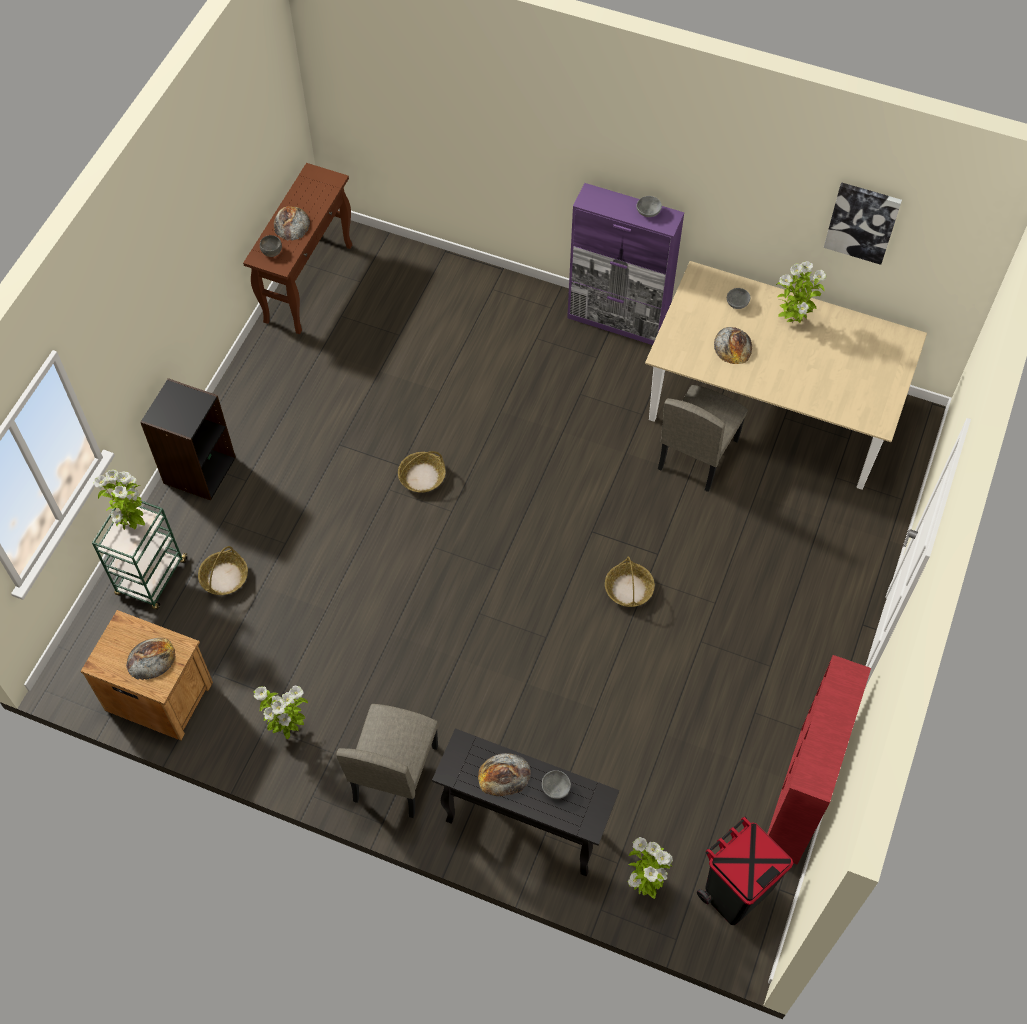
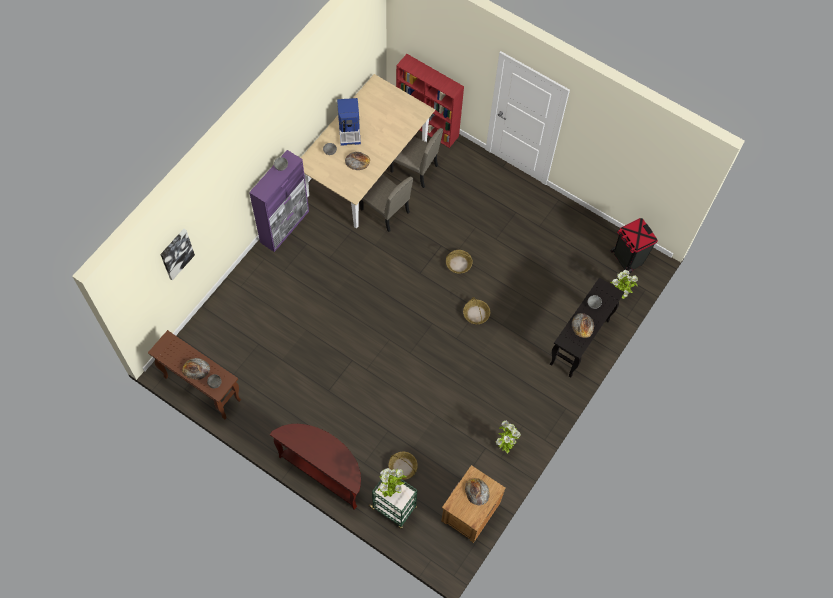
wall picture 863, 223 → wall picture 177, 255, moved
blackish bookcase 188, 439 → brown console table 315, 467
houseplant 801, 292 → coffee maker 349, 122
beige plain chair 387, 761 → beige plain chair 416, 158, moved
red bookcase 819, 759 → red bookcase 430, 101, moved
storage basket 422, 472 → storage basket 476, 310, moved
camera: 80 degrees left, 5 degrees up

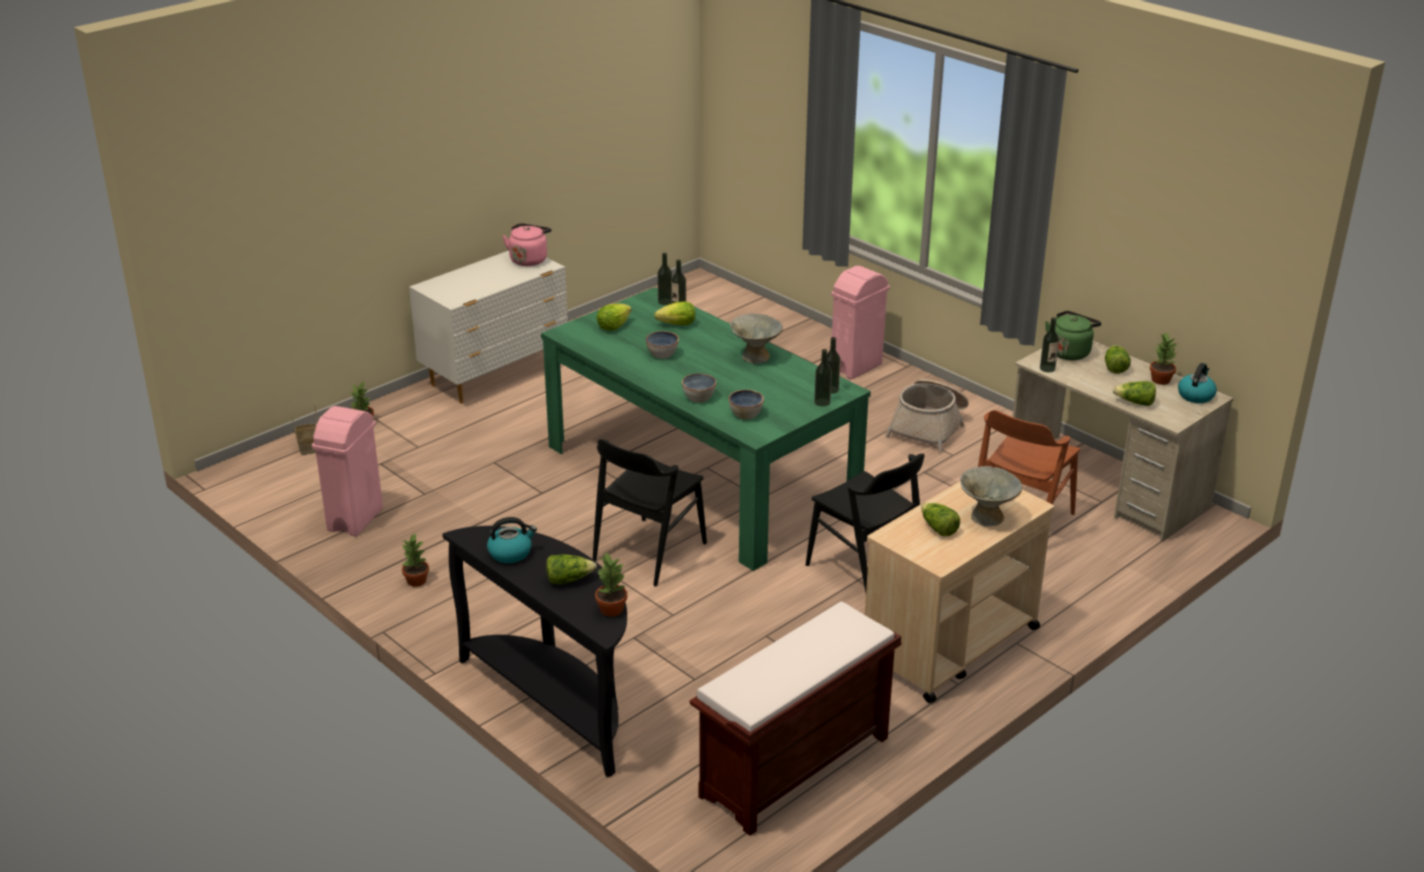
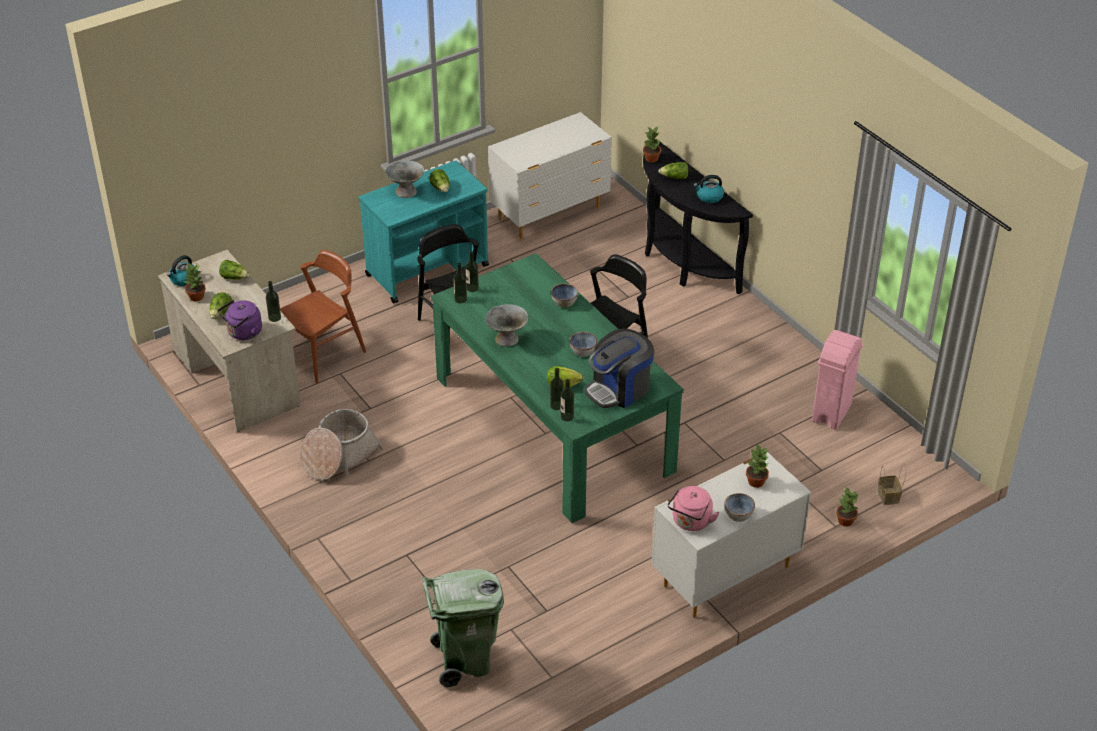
green water kettle 1073, 335 → purple-coloured water kettle 240, 320
beige trolley 959, 592 → turquoise-coloured trolley 424, 232
- → green rubbish bin 463, 628
brown long seat 795, 718 → white-coloured dresser 550, 175
lettuce head 614, 317 → coffee maker 619, 368
bowl 746, 404 → bowl 739, 507, moved
houseplant 415, 560 → houseplant 757, 466, moved
pinkish rubbish bin 860, 322 → -
camera: 170 degrees left, 10 degrees up

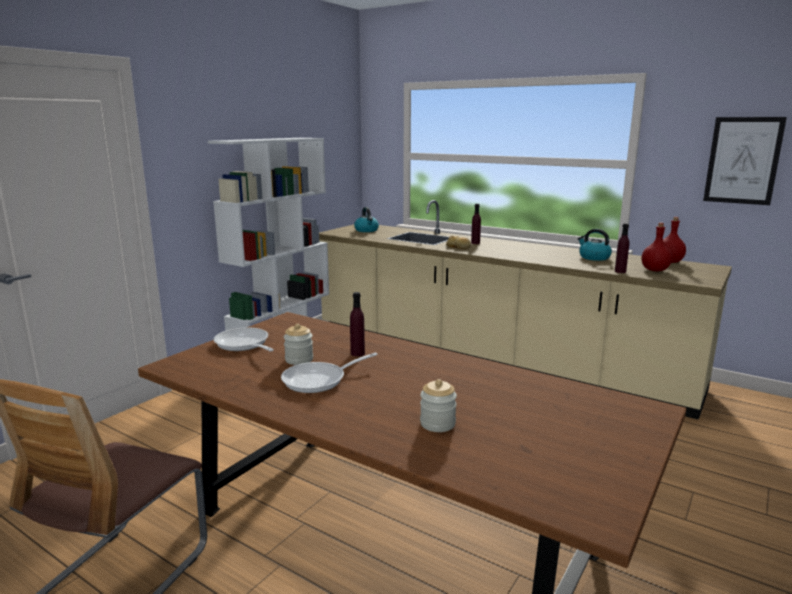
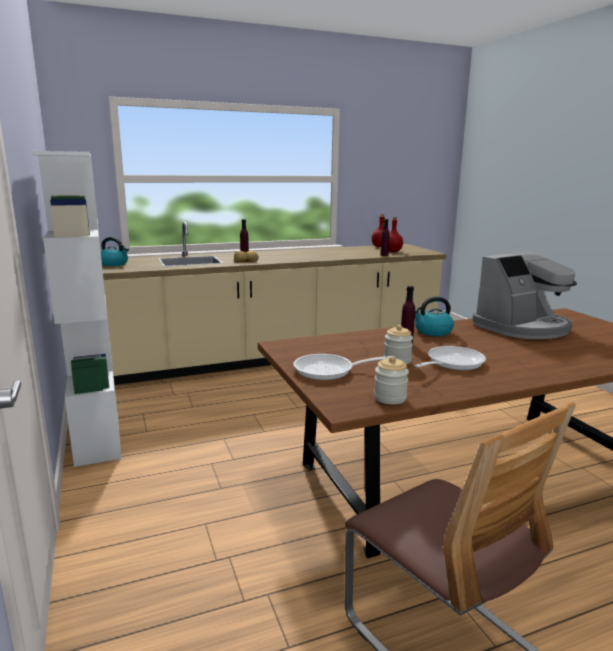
jar 438, 405 → jar 391, 380, moved
water kettle 595, 245 → water kettle 434, 316, moved
skillet 329, 373 → skillet 450, 358, 135 degrees counterclockwise
- → coffee maker 524, 295
wall picture 745, 161 → -
camera: 55 degrees left, 0 degrees up

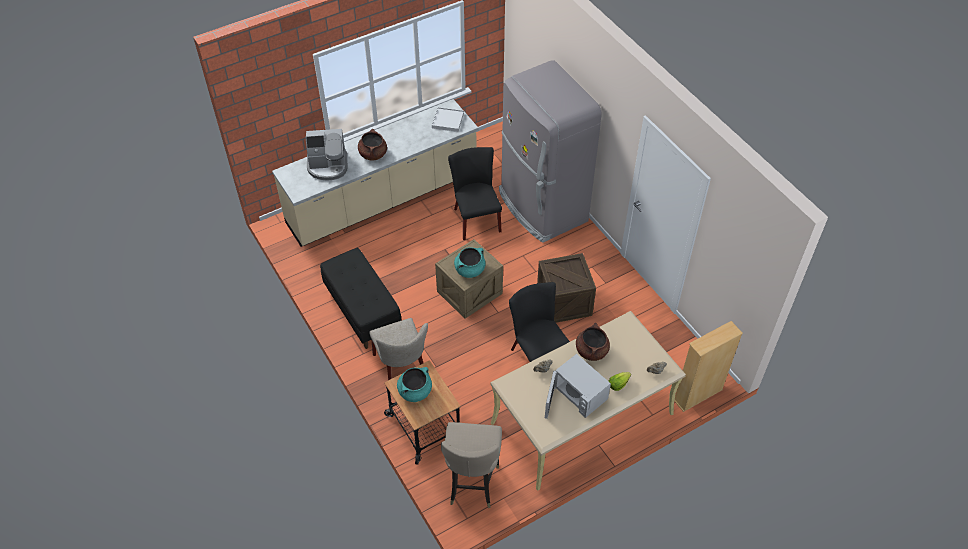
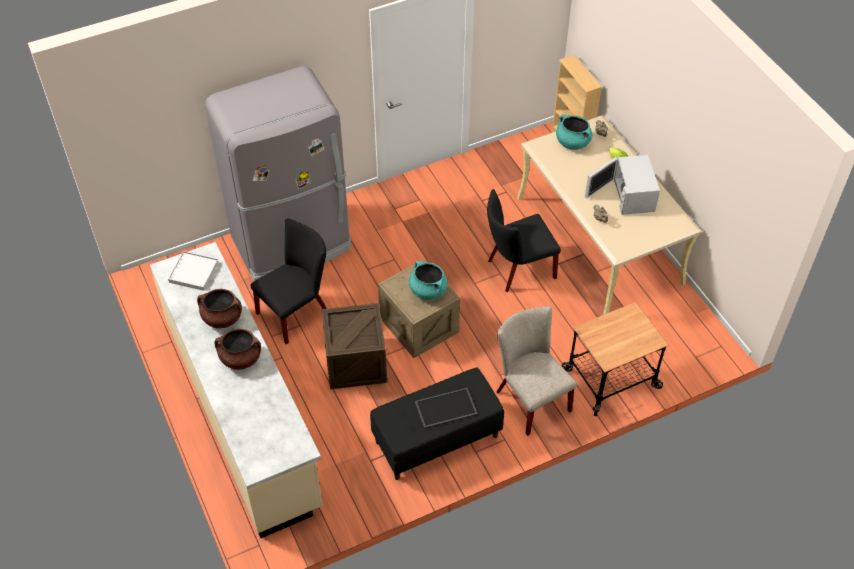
brown stockpot 593, 342 → brown stockpot 219, 308, moved
blackish plain chair 475, 193 → blackish plain chair 288, 281, 150 degrees clockwise
packing crate 566, 288 → packing crate 354, 346, moved
- → tray 446, 408
beige plain chair 398, 349 → beige plain chair 536, 371, 105 degrees counterclockwise
turquoise-coloured stockpot 414, 384 → turquoise-coloured stockpot 574, 132, moved
white-coloured microwave oven 578, 386 → white-coloured microwave oven 622, 185, 120 degrees clockwise
coffee maker 326, 155 → -
beige stool seat 471, 465 → -
camera: 85 degrees left, 0 degrees up

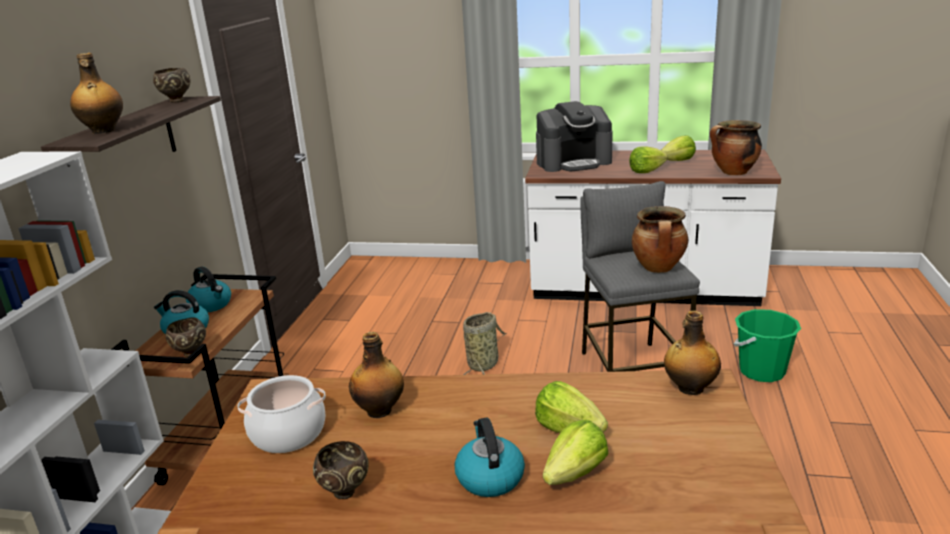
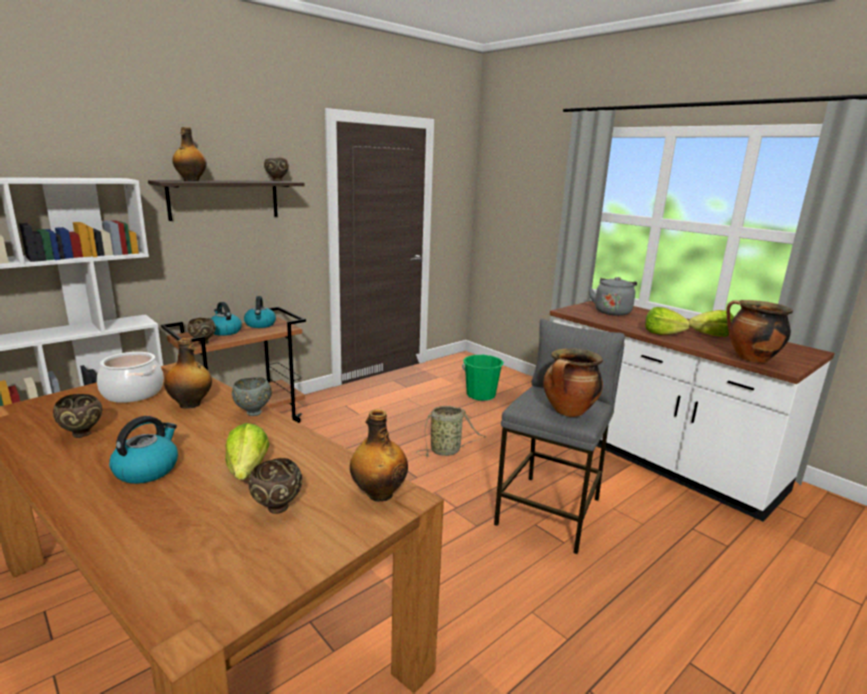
- → gray bowl 252, 396
- → brown bowl 275, 486
green bucket 767, 345 → green bucket 483, 378, moved
coffee maker 574, 136 → gray water kettle 613, 296
lettuce head 576, 452 → -
camera: 35 degrees right, 5 degrees down

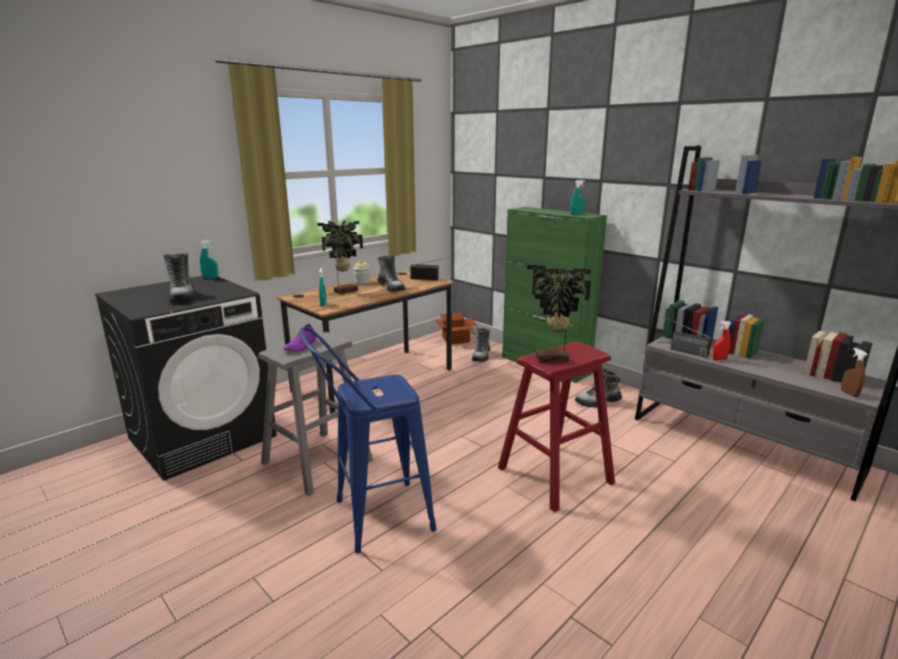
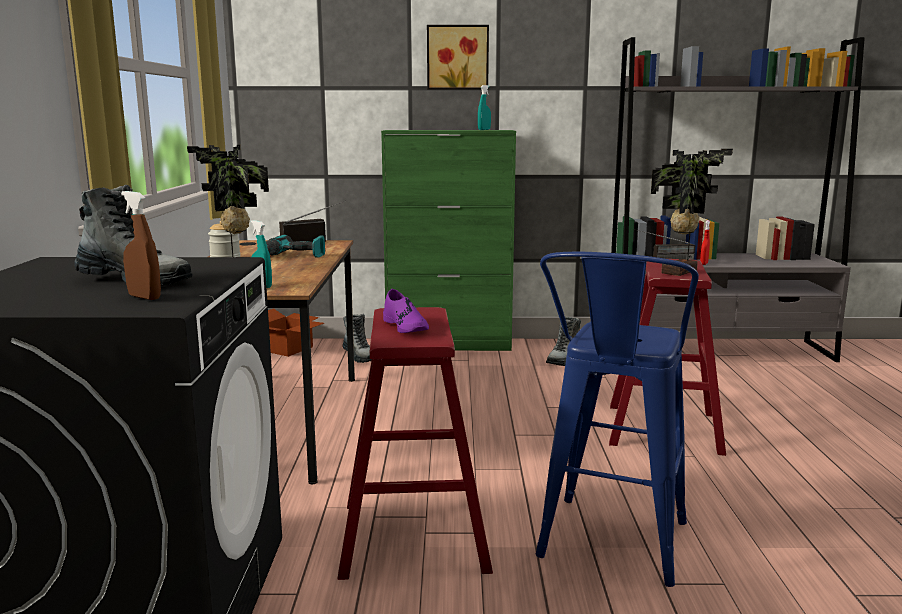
brown sprayer 854, 372 → brown sprayer 141, 245, moved
boot 391, 273 → electric drill 295, 246
gray stool seat 315, 414 → red stool seat 415, 443
- → wall picture 458, 57
turquoise-coloured sprayer 209, 259 → -
camera: 45 degrees left, 5 degrees down

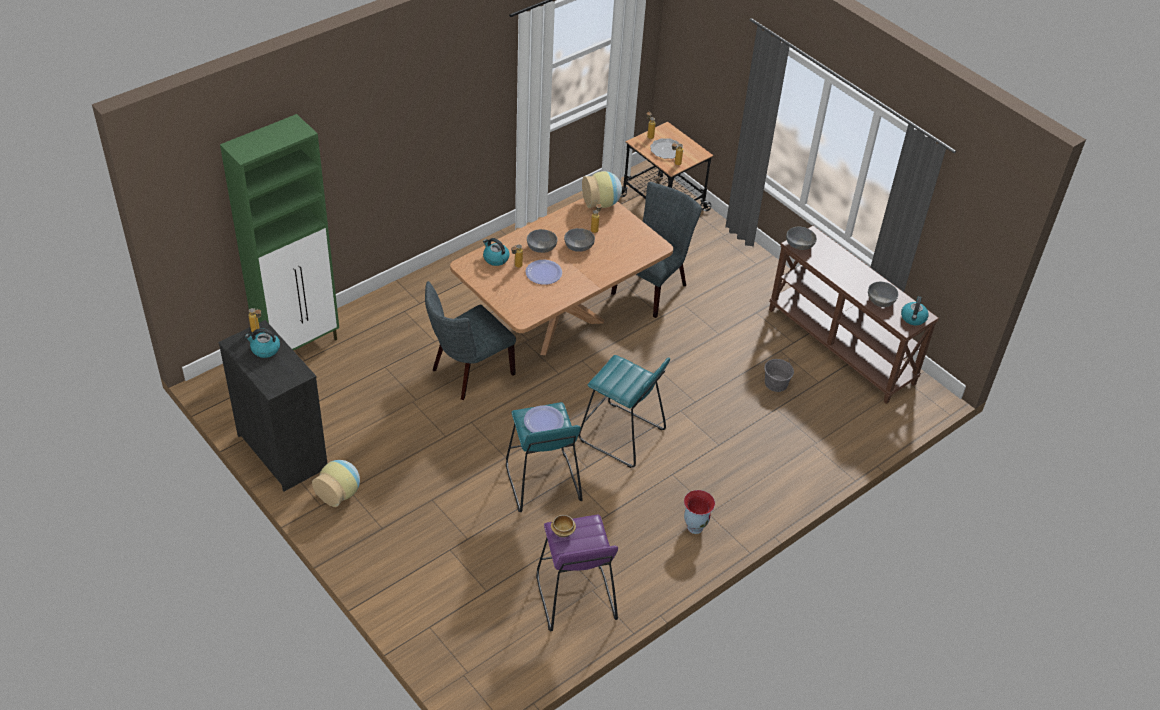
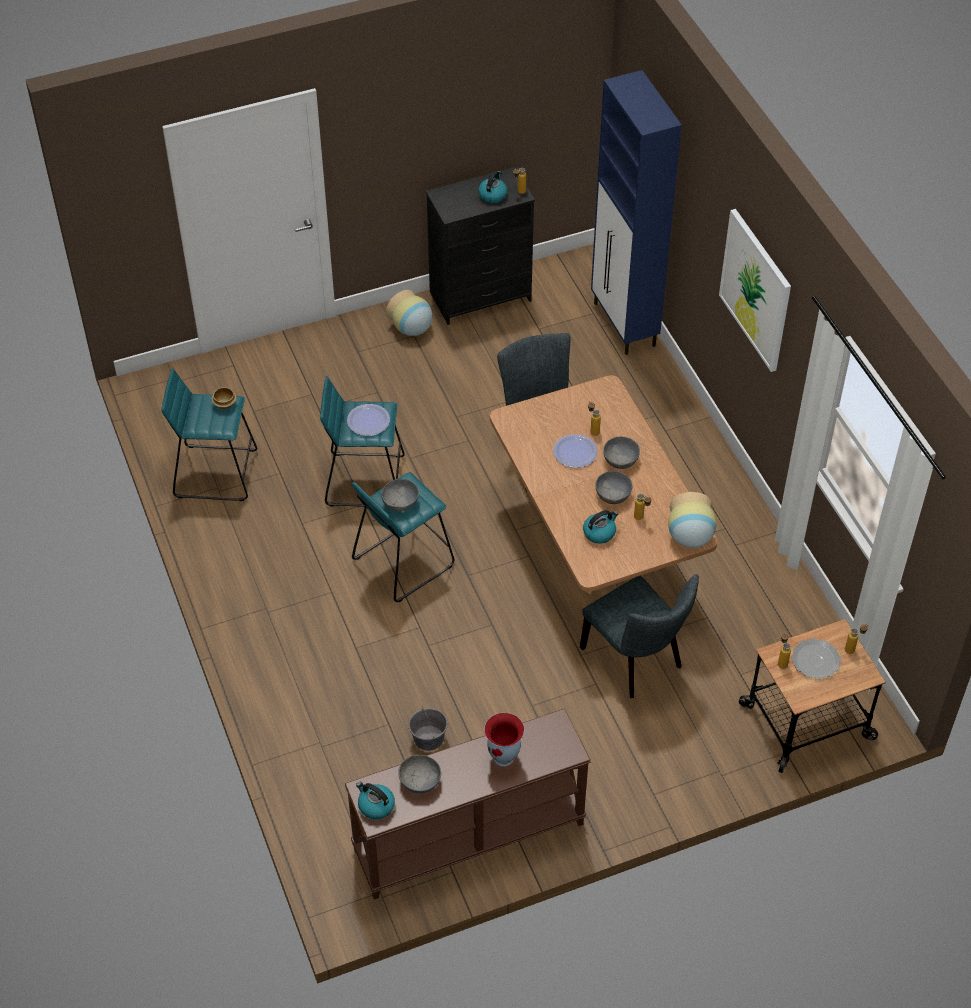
purple-coloured stool seat 577, 573 → turquoise-coloured stool seat 209, 434
gray bowl 801, 238 → gray bowl 400, 495, moved
vase 699, 512 → vase 504, 739, moved
water kettle 496, 252 → water kettle 600, 527, moved
green storage cabinet 279, 232 → blue-coloured storage cabinet 636, 212
- → wall picture 755, 290
camera: 110 degrees right, 5 degrees up

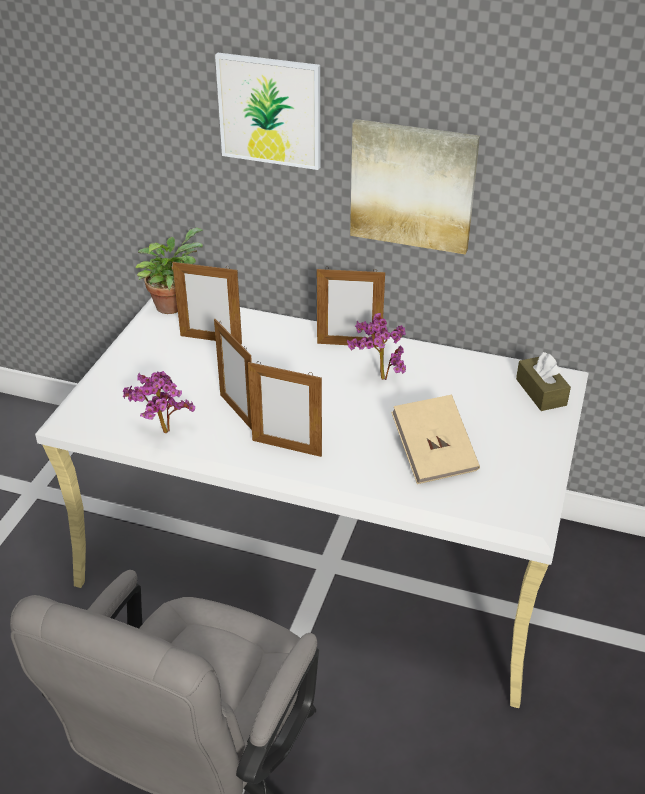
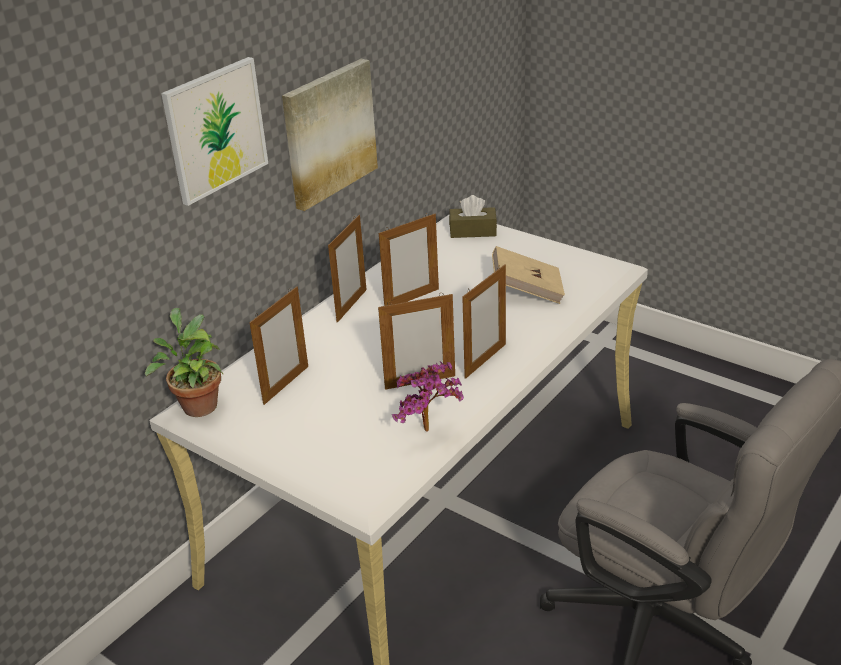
houseplant 376, 346 → photo frame 409, 259
camera: 70 degrees left, 5 degrees down

